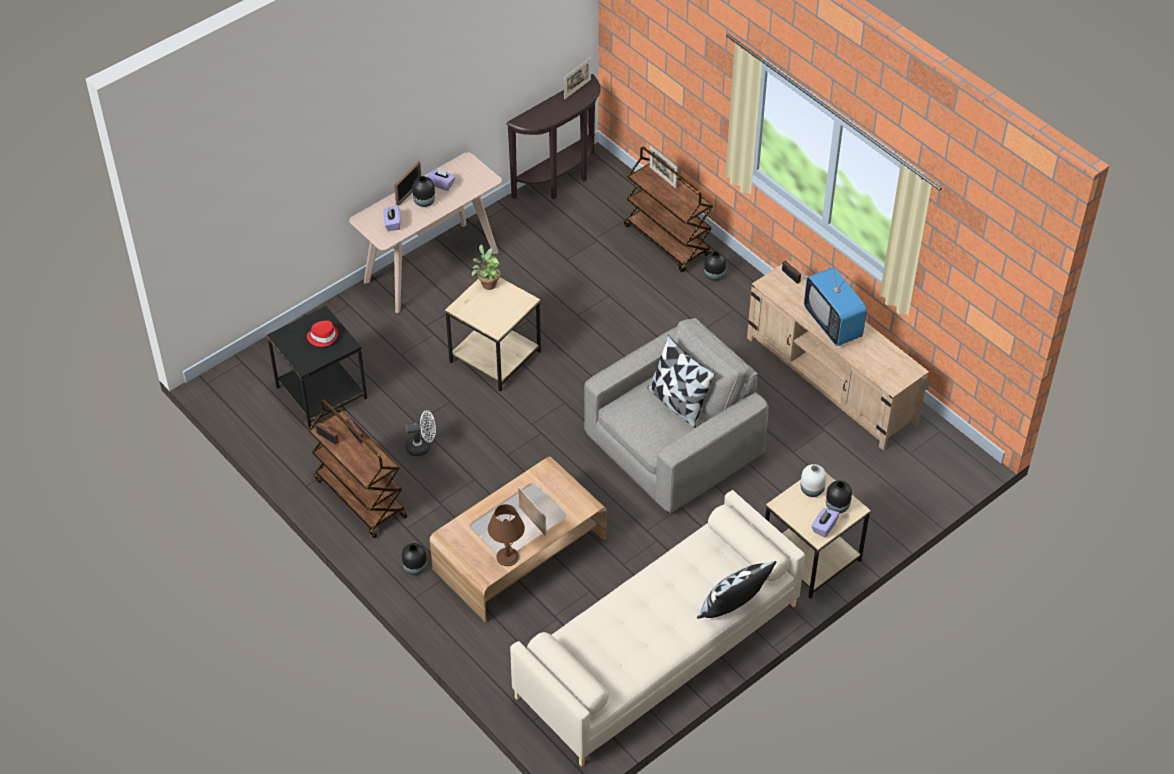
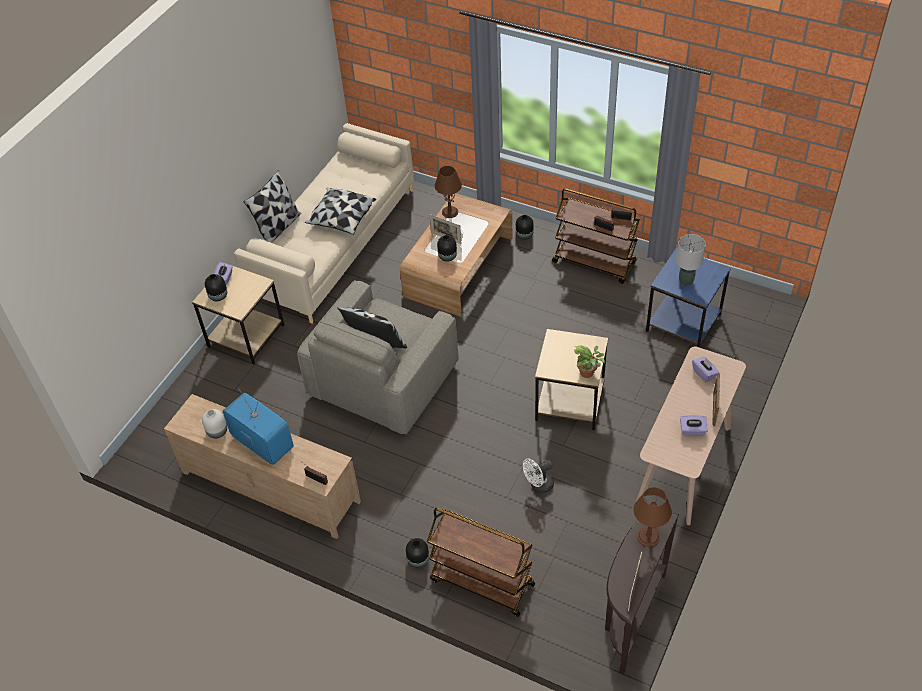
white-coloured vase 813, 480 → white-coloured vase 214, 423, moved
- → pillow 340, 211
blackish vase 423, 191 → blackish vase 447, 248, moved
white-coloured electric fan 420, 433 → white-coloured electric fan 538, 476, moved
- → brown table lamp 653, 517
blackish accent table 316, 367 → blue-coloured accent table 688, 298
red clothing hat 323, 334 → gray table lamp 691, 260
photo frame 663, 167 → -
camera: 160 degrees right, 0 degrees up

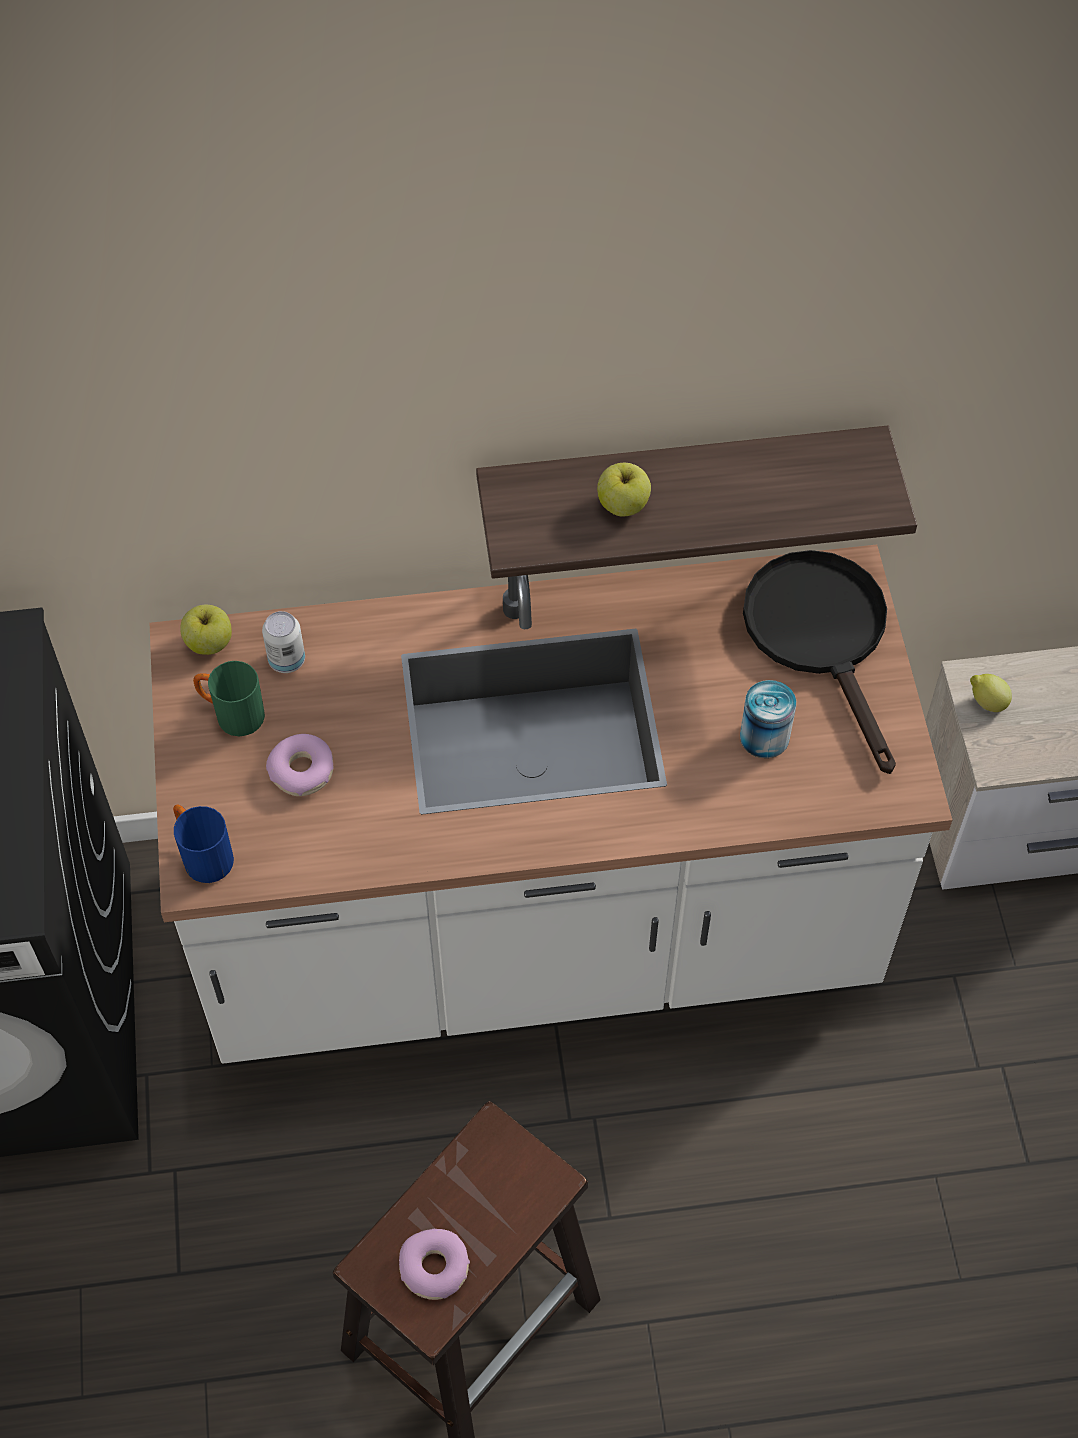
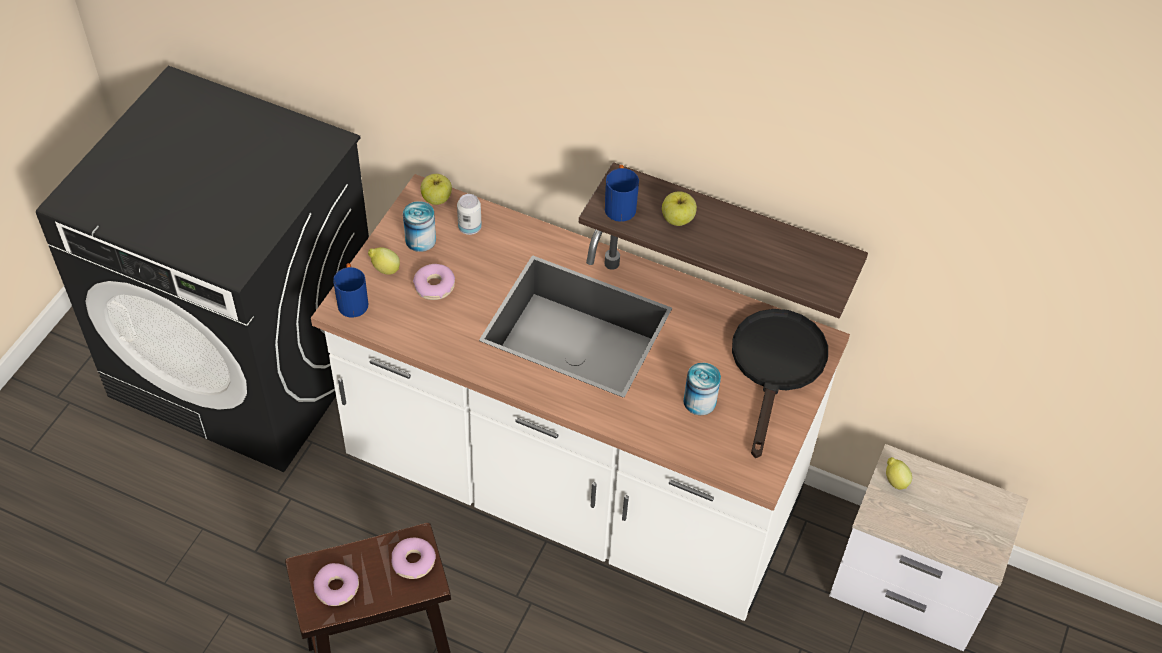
- → whole lemon 384, 261
- → donut 414, 558
green mug 229, 698 → metal can 419, 226
- → blue-coloured mug 621, 193
camera: 30 degrees right, 5 degrees down

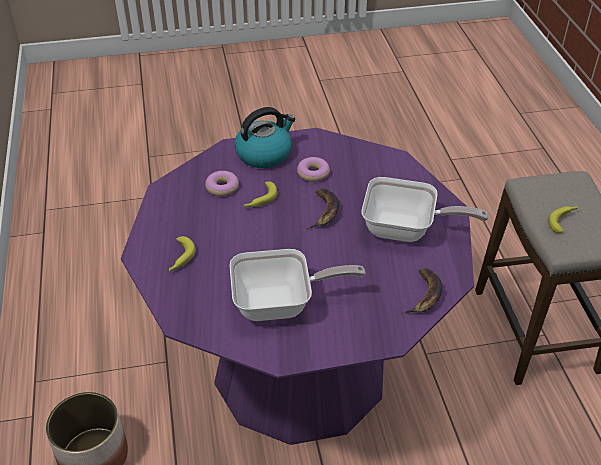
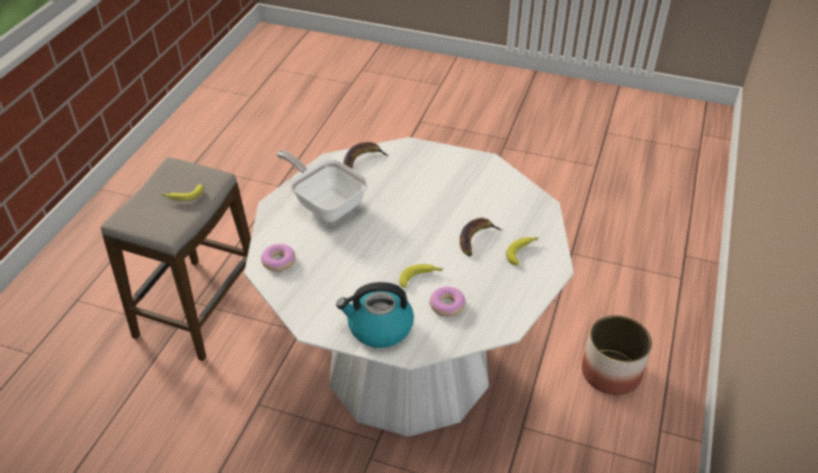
purple-coloured dining table 297, 286 → white-coloured dining table 409, 287
donut 313, 169 → donut 278, 257, moved
banana fruit 323, 209 → banana fruit 481, 237, moved
skillet 297, 285 → -
camera: 150 degrees left, 0 degrees up

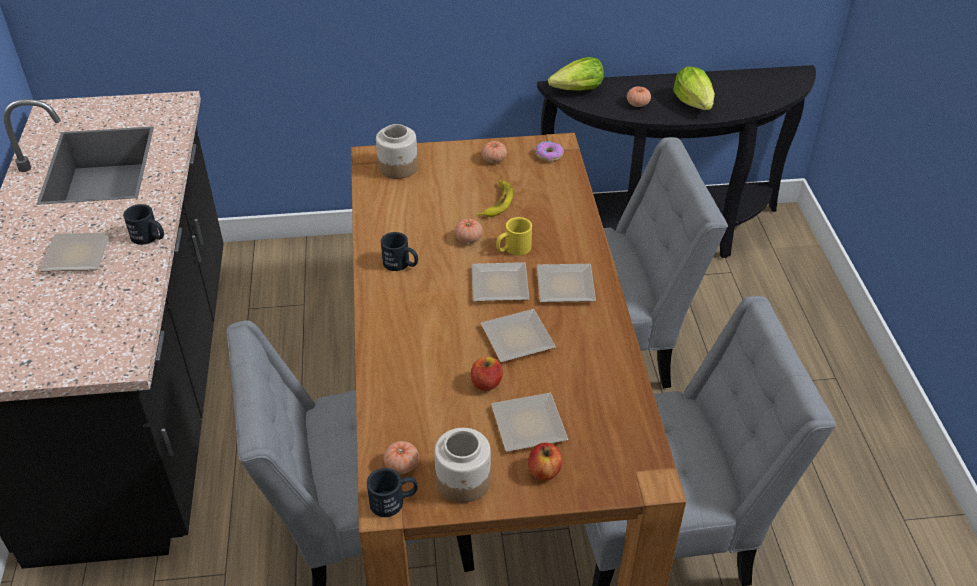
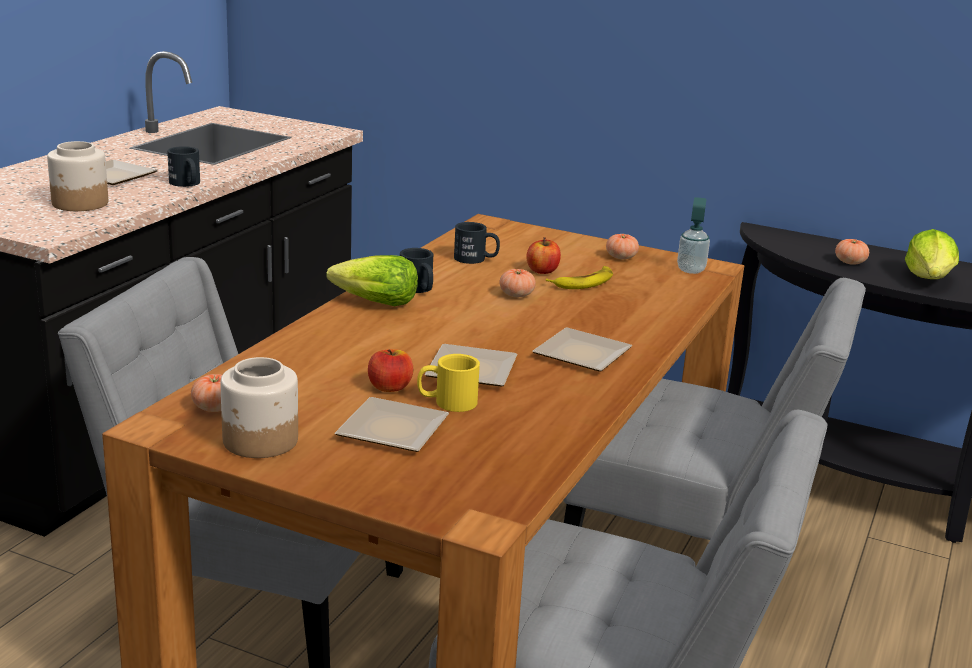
jar 397, 151 → jar 77, 176, moved
lettuce head 576, 74 → lettuce head 372, 280, moved
yellow-coloured mug 514, 236 → yellow-coloured mug 448, 383, moved
blackish mug 392, 492 → blackish mug 477, 243, moved
whole apple 545, 462 → whole apple 543, 255, moved
donut 550, 151 → liquid soap bottle 693, 235
plate 500, 282 → -
camera: 30 degrees right, 20 degrees down

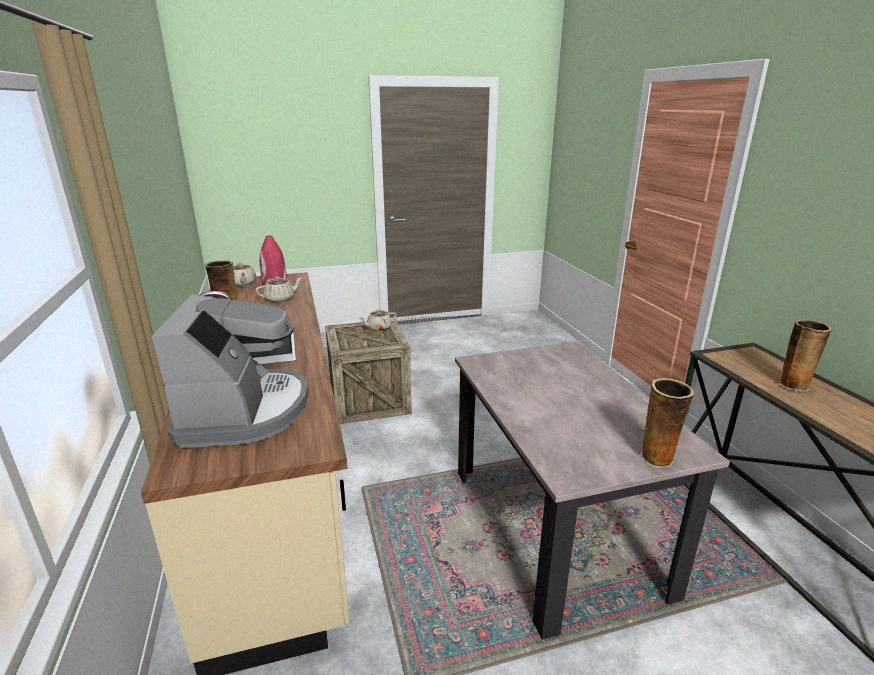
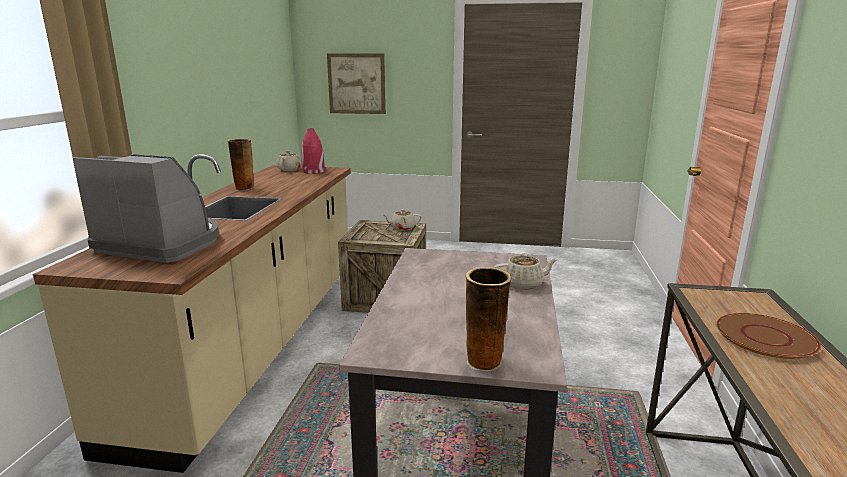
coffee maker 230, 371 → coffee maker 146, 208, 90 degrees counterclockwise
- → wall picture 356, 83
beige tea pot 278, 289 → beige tea pot 526, 271, moved
vase 806, 355 → brown plate 768, 336
camera: 25 degrees right, 5 degrees down

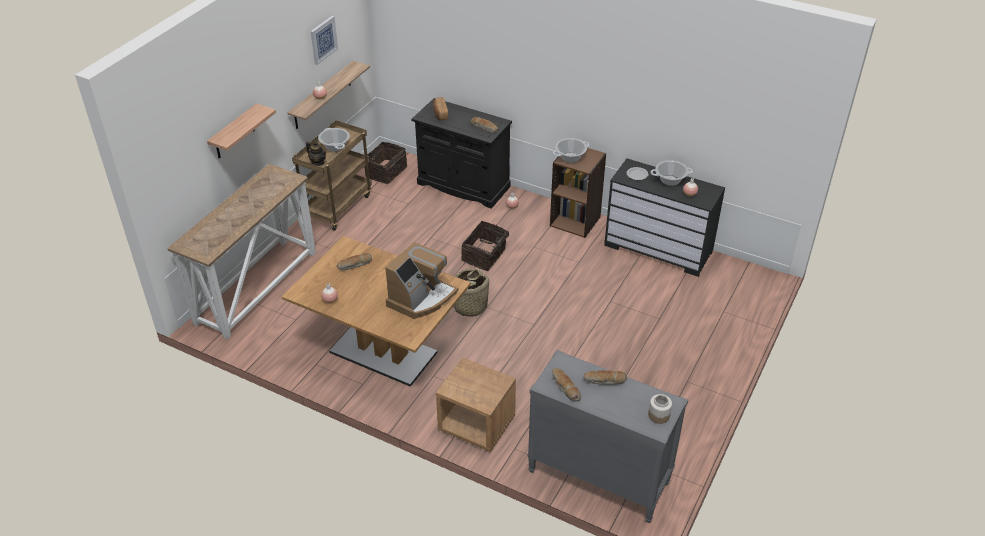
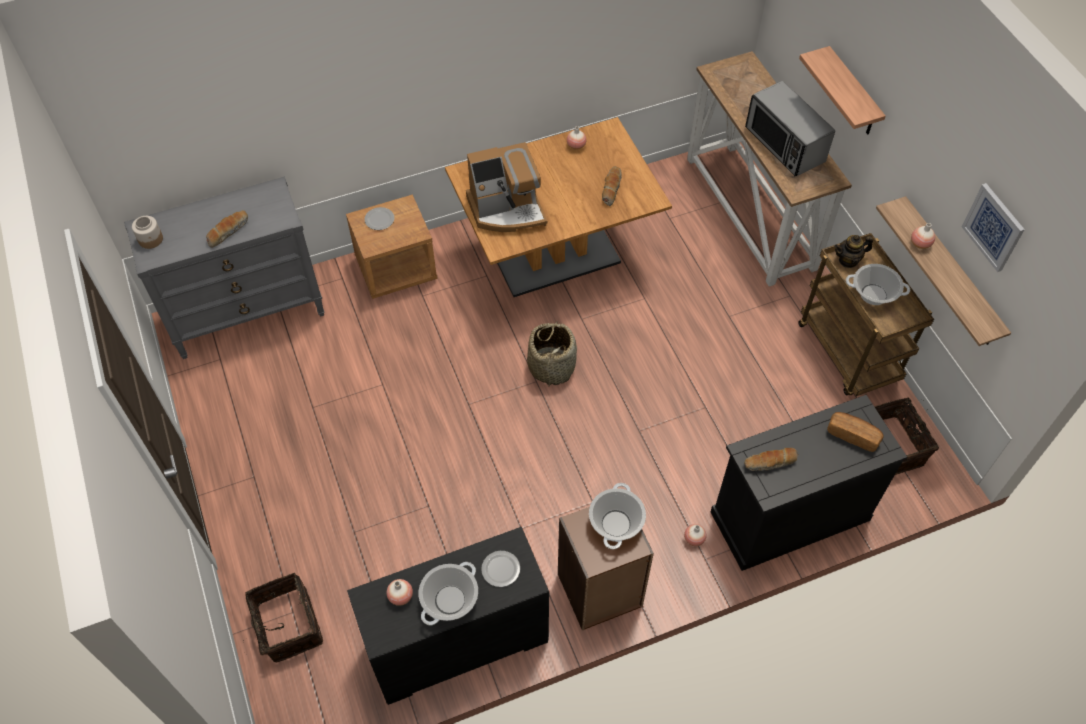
storage basket 488, 246 → storage basket 283, 618, moved
- → plate 379, 218
coffee maker 421, 280 → coffee maker 506, 187, 90 degrees counterclockwise
- → microwave oven 790, 128
bread 566, 384 → -
camera: 130 degrees right, 15 degrees up

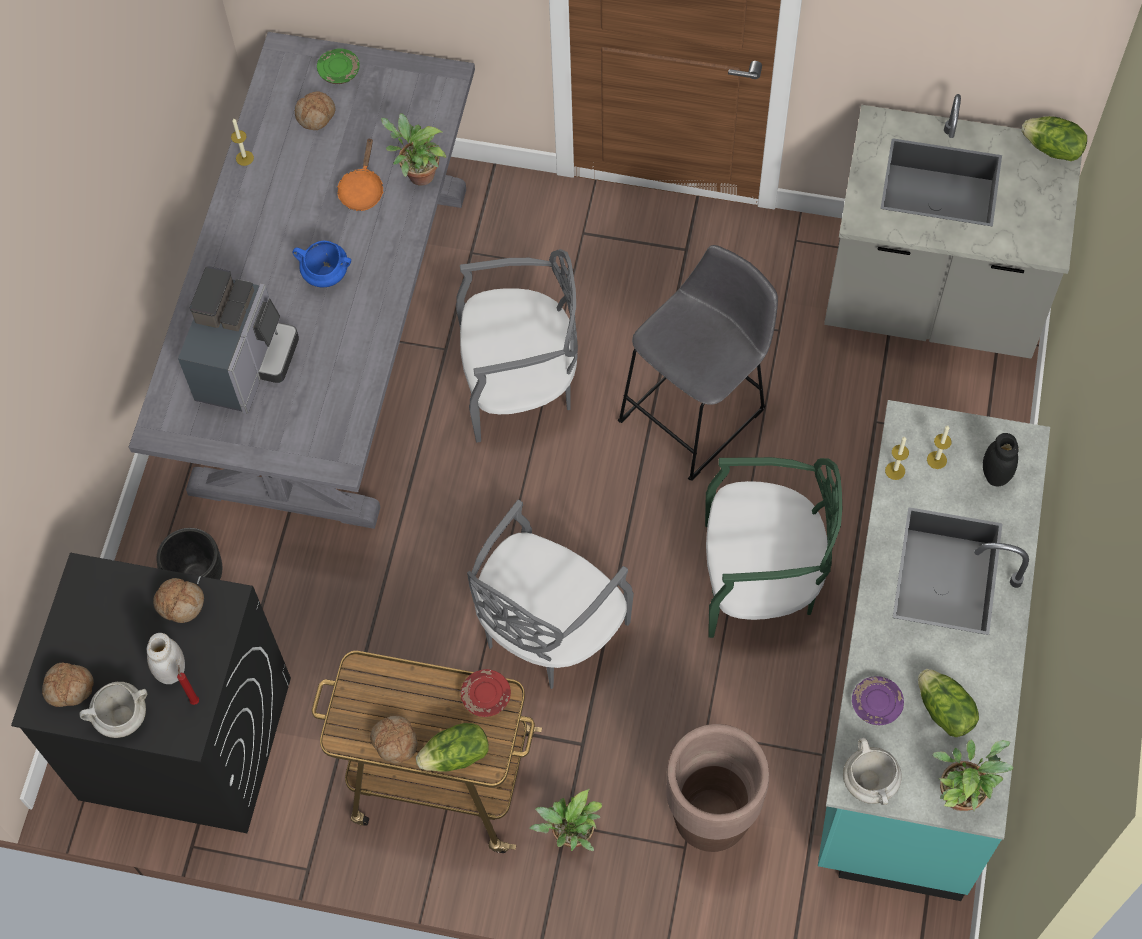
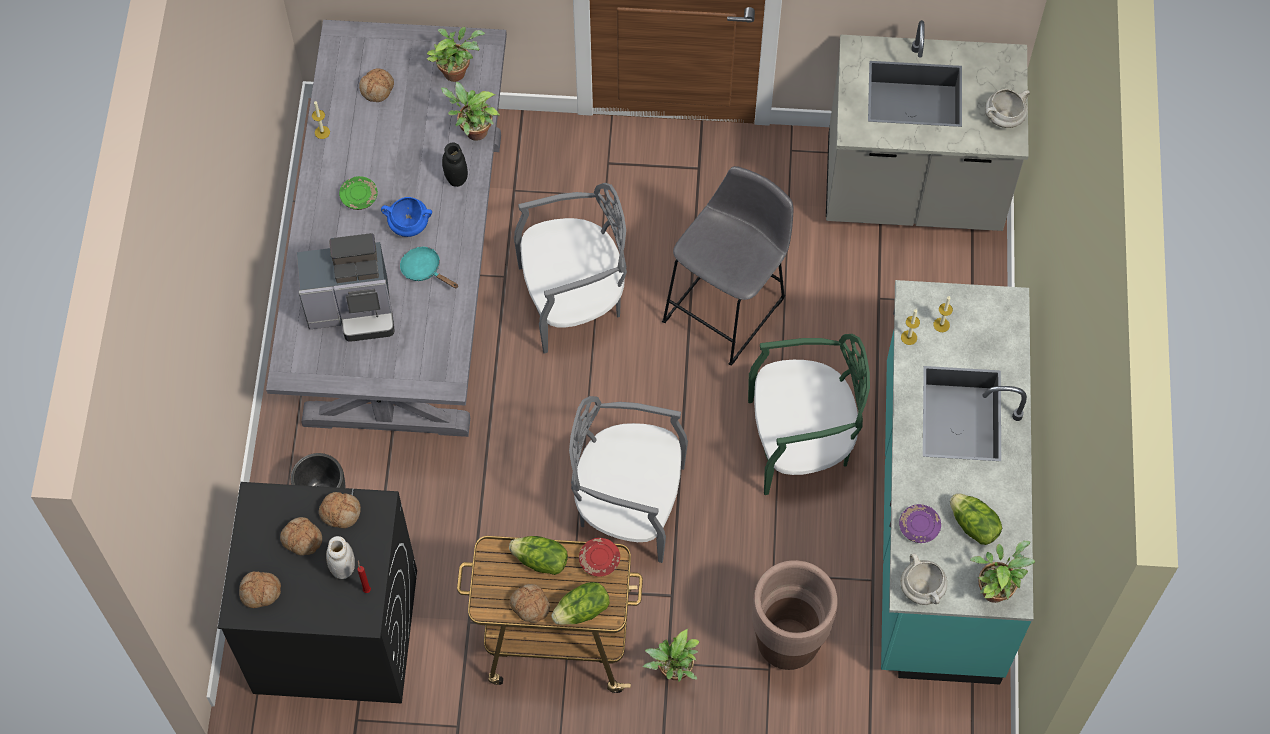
- → bread 301, 536
coffee maker 238, 340 → coffee maker 346, 287, 75 degrees clockwise
green plate 338, 66 → green plate 358, 193, moved
- → turquoise-coloured skillet 429, 268
- → houseplant 456, 54
blackish jar 1001, 460 → blackish jar 455, 164, moved
lettuce head 1054, 138 → lettuce head 538, 555, moved
gray plain chair 550, 594 → gray plain chair 628, 479, 75 degrees clockwise
white-coloured stockpot 113, 710 → white-coloured stockpot 1007, 108, moved
orange-coloured skillet 360, 174 → -
camera: 10 degrees left, 0 degrees up

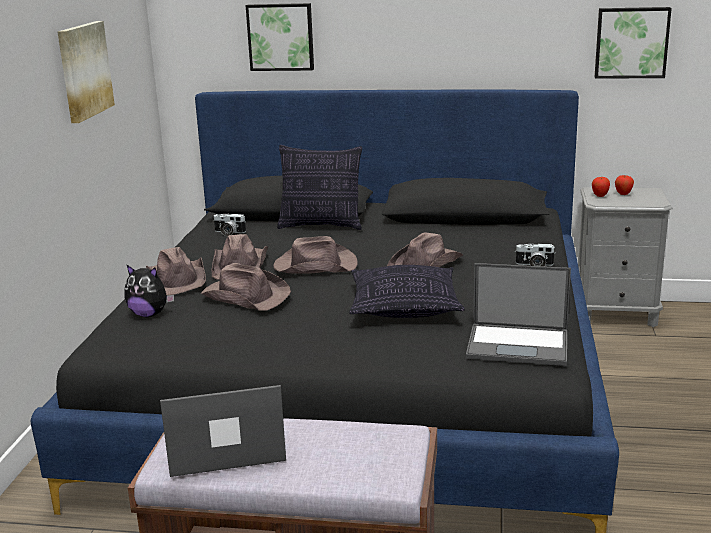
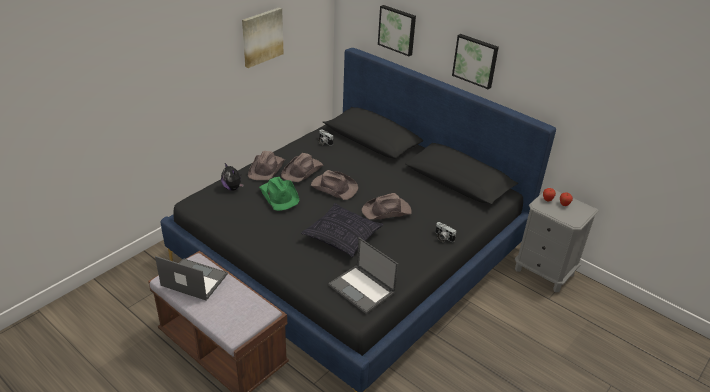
brown clothing hat 246, 287 → green clothing hat 279, 194
wall picture 633, 43 → wall picture 475, 61, moved
pillow 319, 187 → -
camera: 30 degrees right, 15 degrees up

